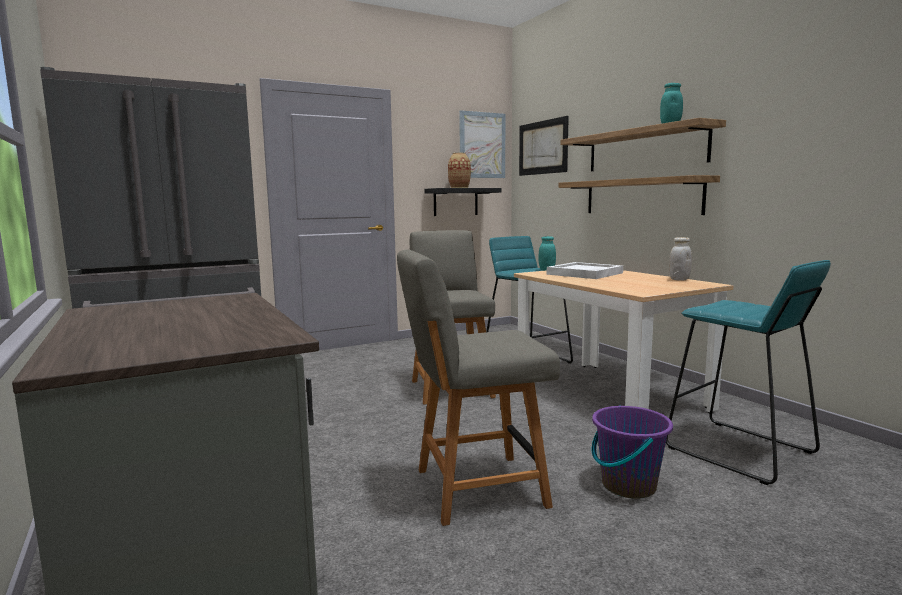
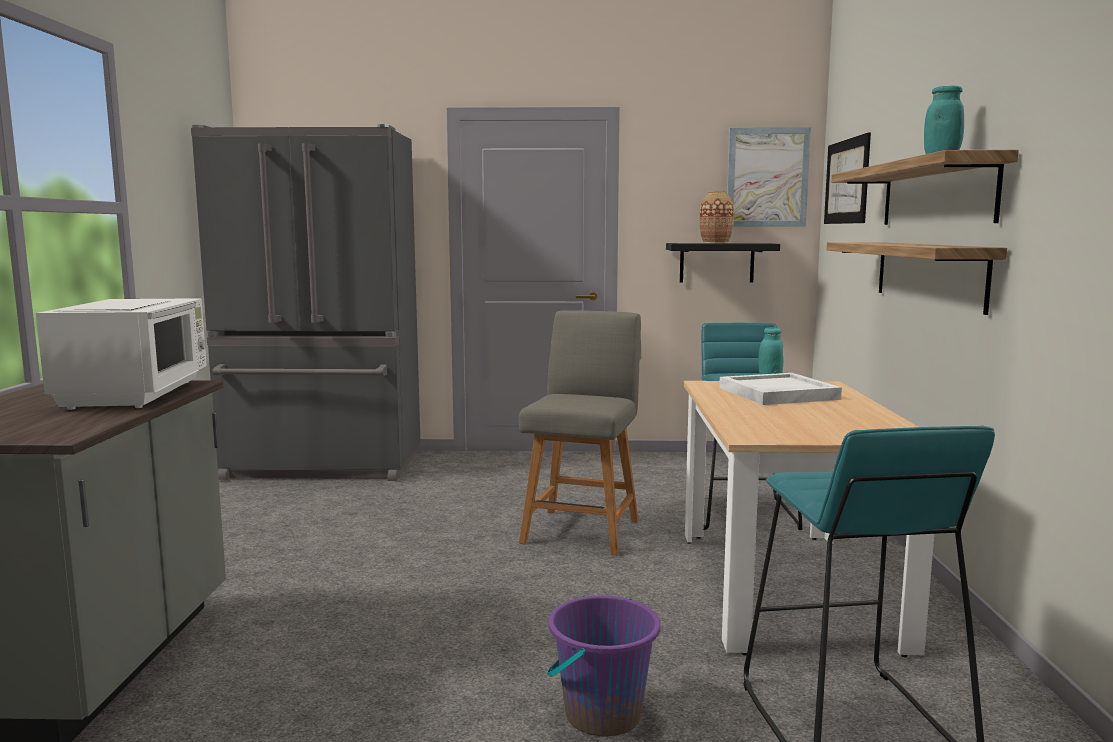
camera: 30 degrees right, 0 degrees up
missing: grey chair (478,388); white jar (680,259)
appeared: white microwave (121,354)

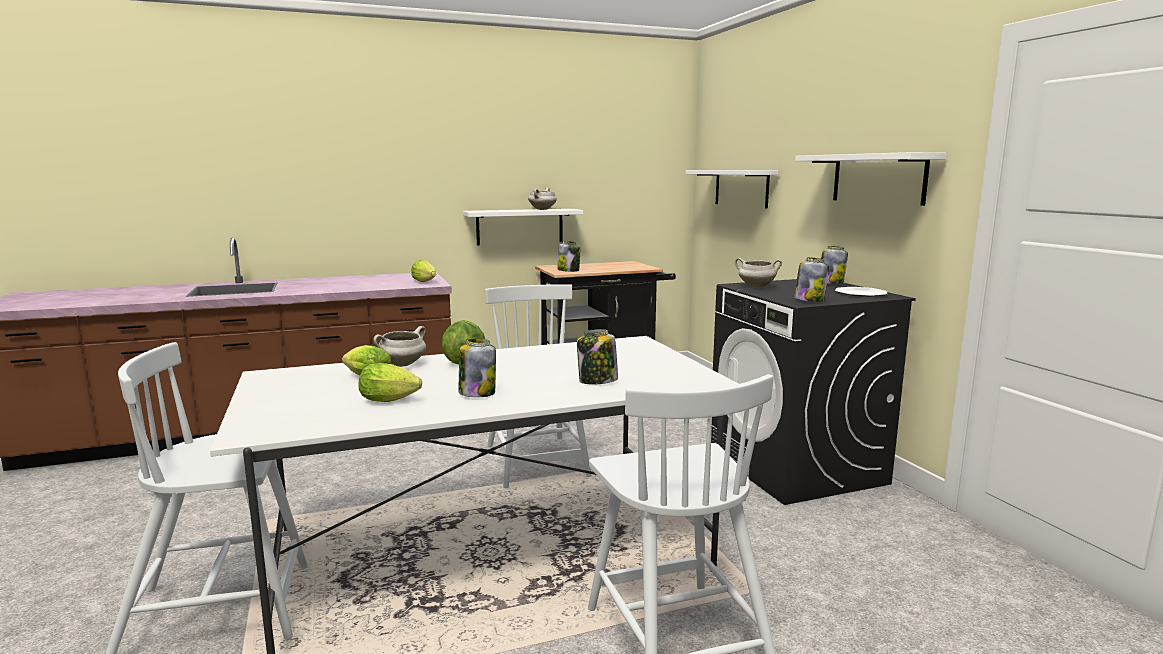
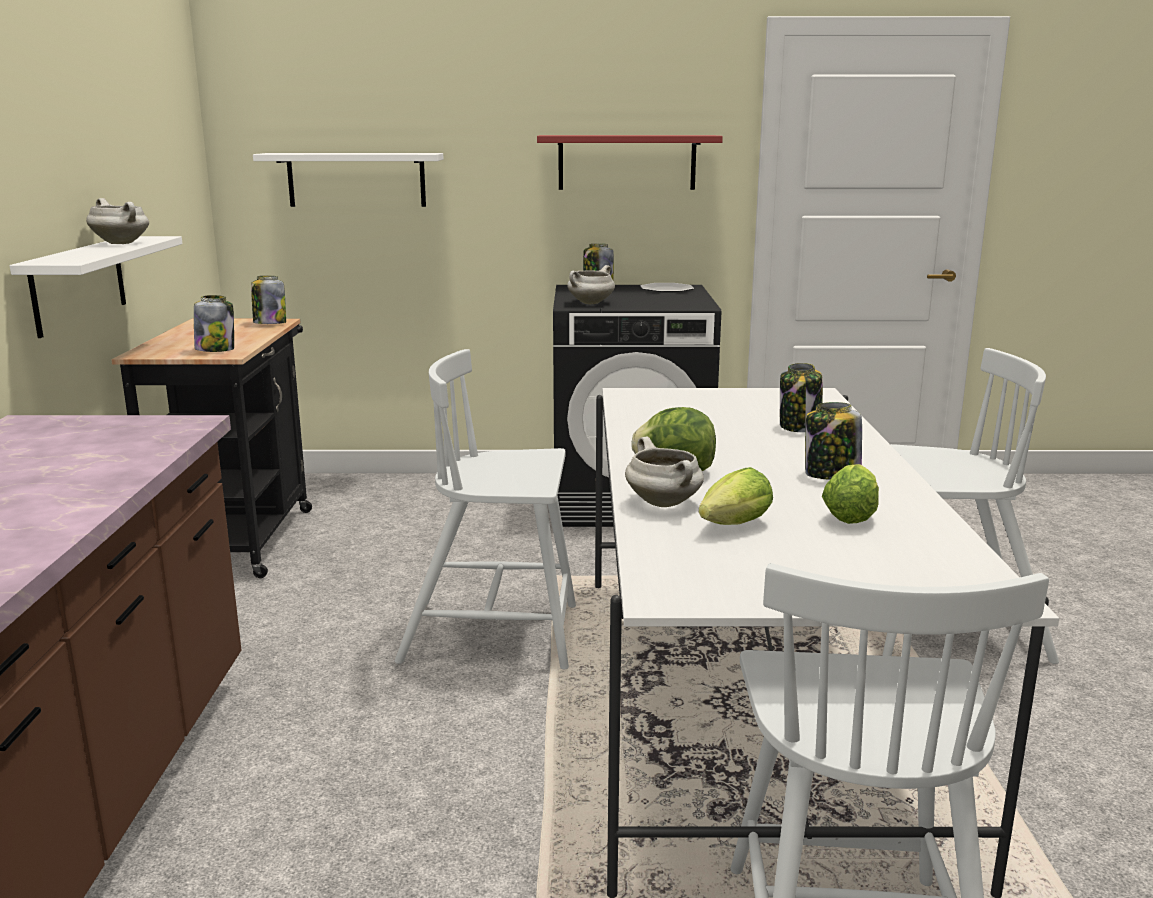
camera: 70 degrees left, 5 degrees up
missing: lettuce (423,271)
relocated: jar (811,279) to (268,300)
colour: white shelf (871,179) to red shelf (630,162)

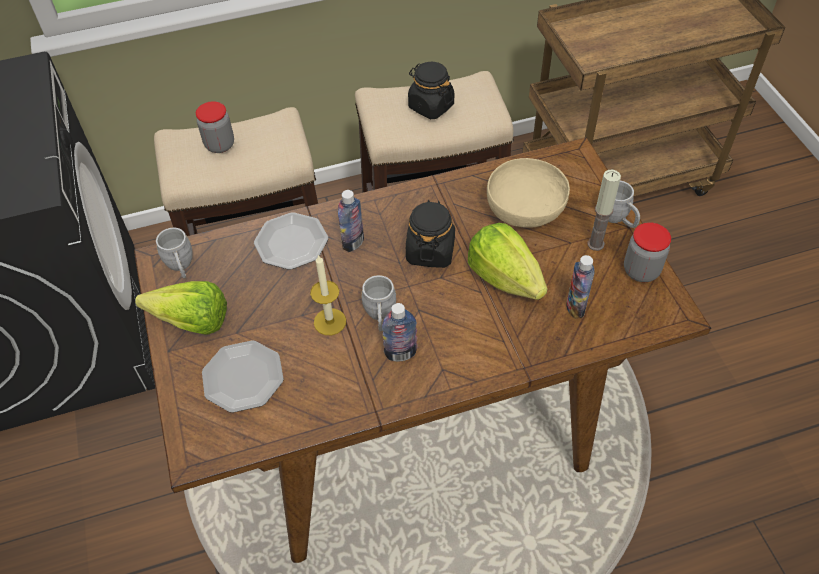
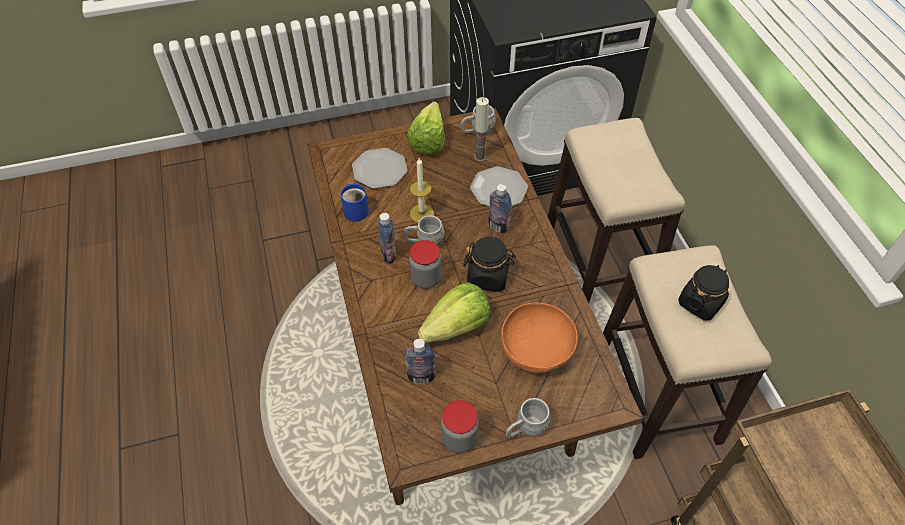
camera: 90 degrees right, 0 degrees up
appeared: blue mug (354,203)
relocated: jar (215,127) to (425,264); candle (604,210) to (481,129)
colour: beige bowl (528,193) to orange bowl (539,338)

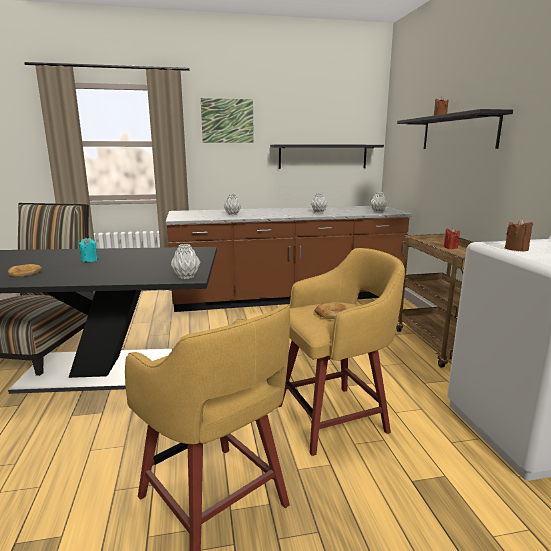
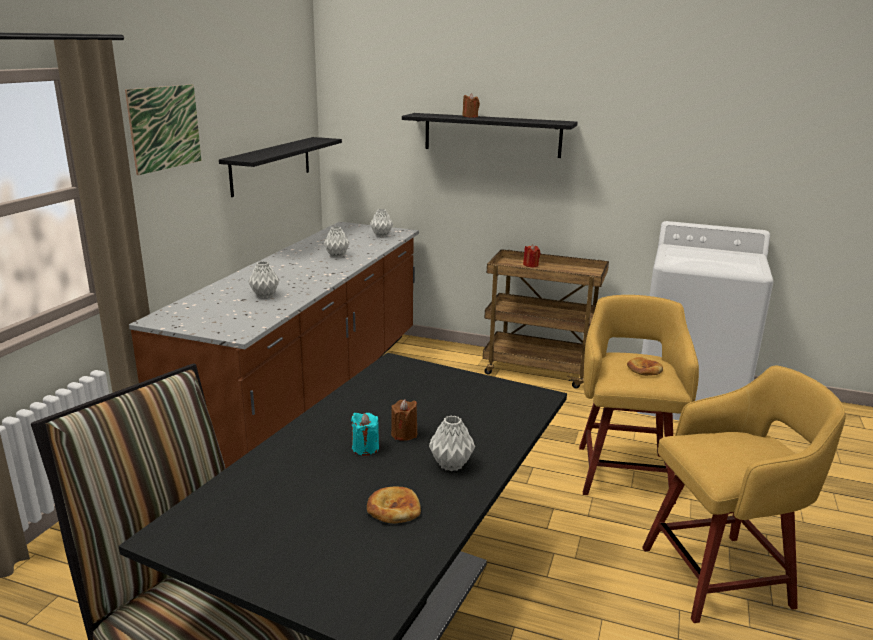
camera: 60 degrees left, 5 degrees up
relocated: grey vase (185,261) to (452,443); brown candle (518,235) to (404,420)

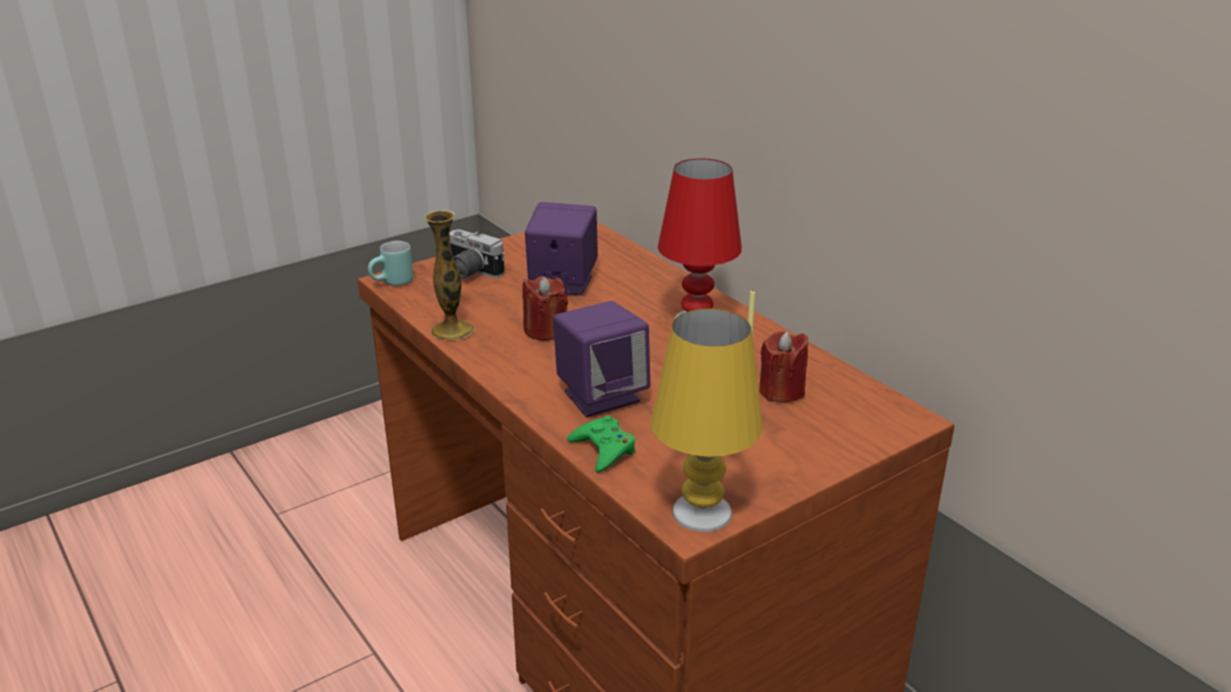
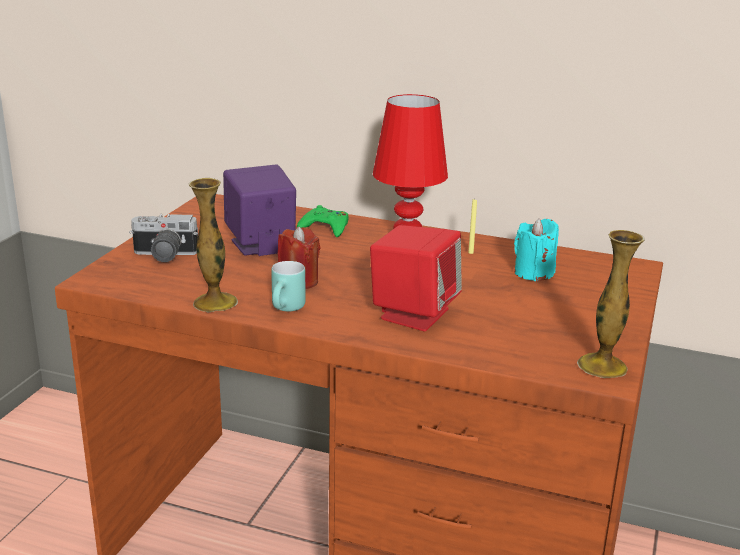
camera: 35 degrees left, 5 degrees down
relocated: turquoise mug (390,263) to (288,286); green game controller (601,444) to (323,221)
exchanged: yellow table lamp (707,420) to vase (611,304)
colour: purple speaker (601,359) to red speaker (416,278); red candle (783,366) to turquoise candle (536,249)

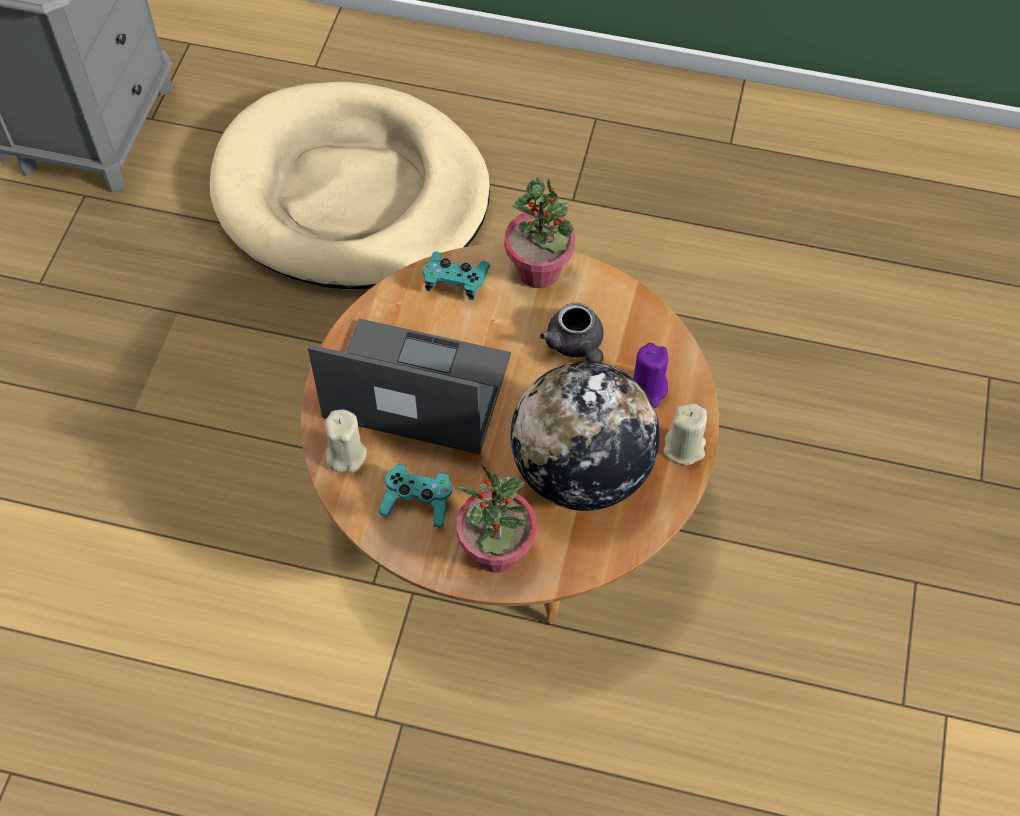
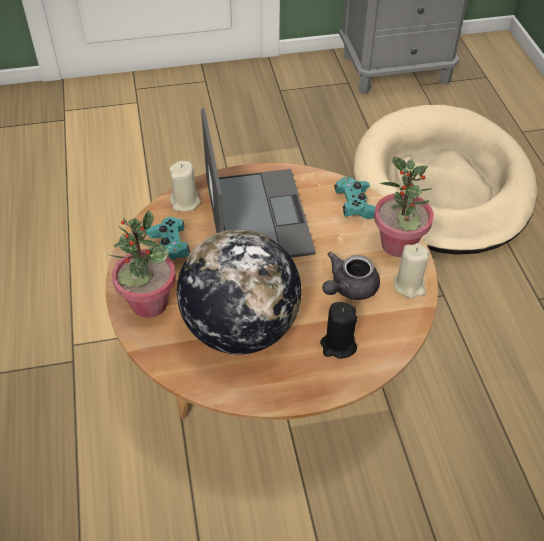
camera: 65 degrees right, 10 degrees down
relocated: beige candle (685,434) to (411,270)
colour: purple candle (650,375) to black candle (338,330)

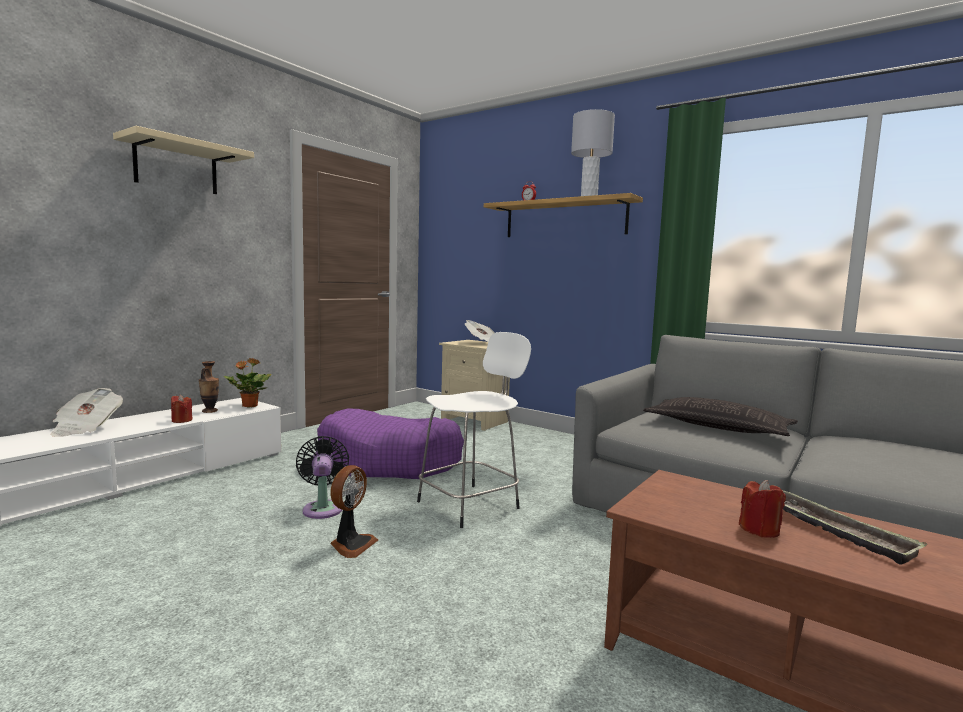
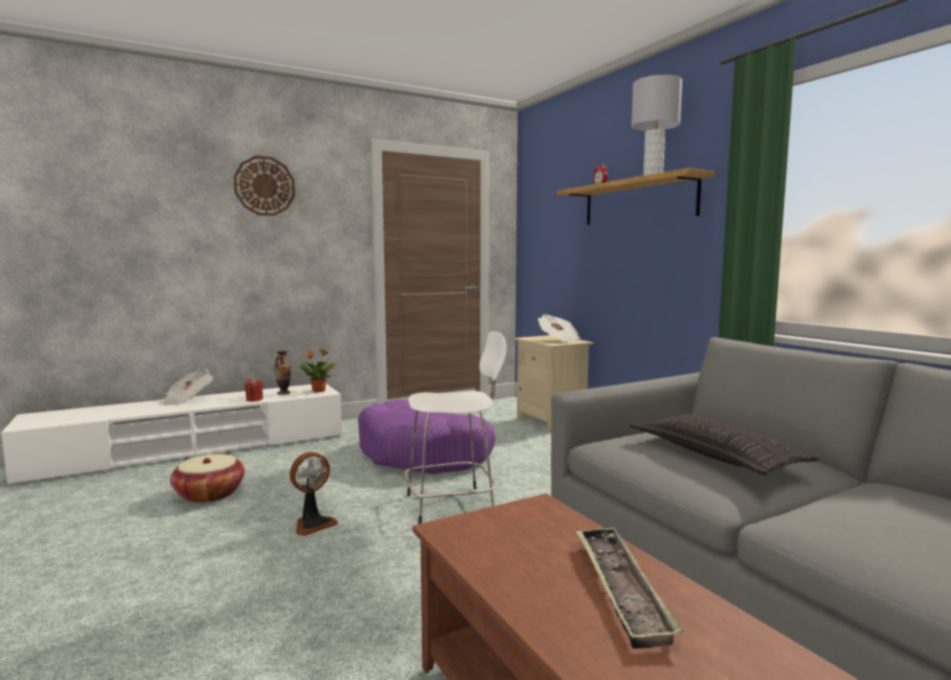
camera: 25 degrees right, 0 degrees up
missing: black fan (322,477); red candle (762,509)
appeared: basket (207,478)
exchanged: beige shelf (183,160) to wall clock (264,186)

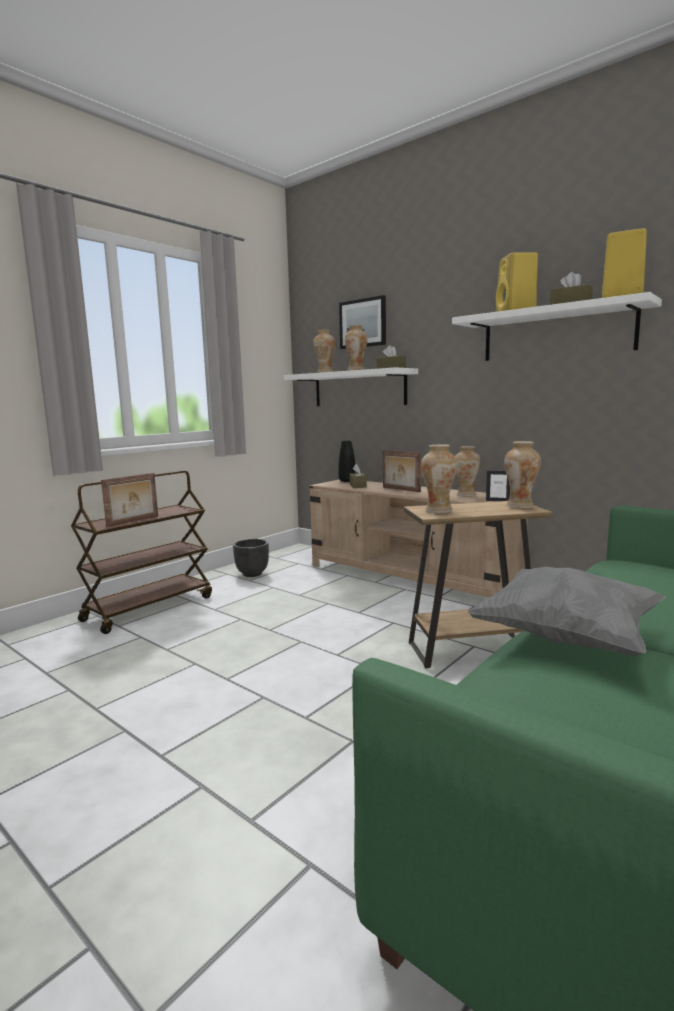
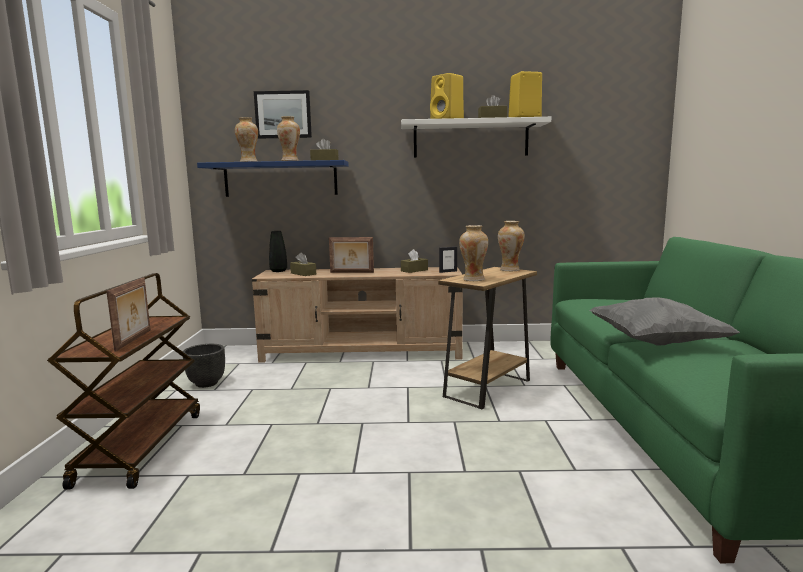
camera: 40 degrees left, 0 degrees up
exchanged: vase (468,471) to brown tissue box (414,261)
colour: white shelf (351,386) to blue shelf (273,178)

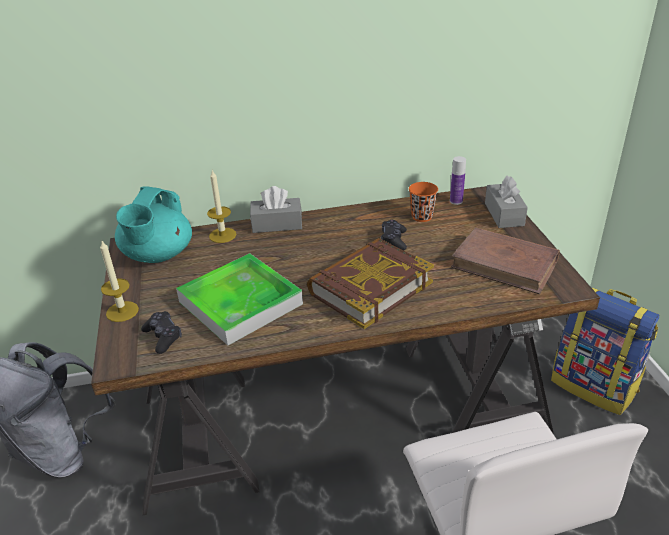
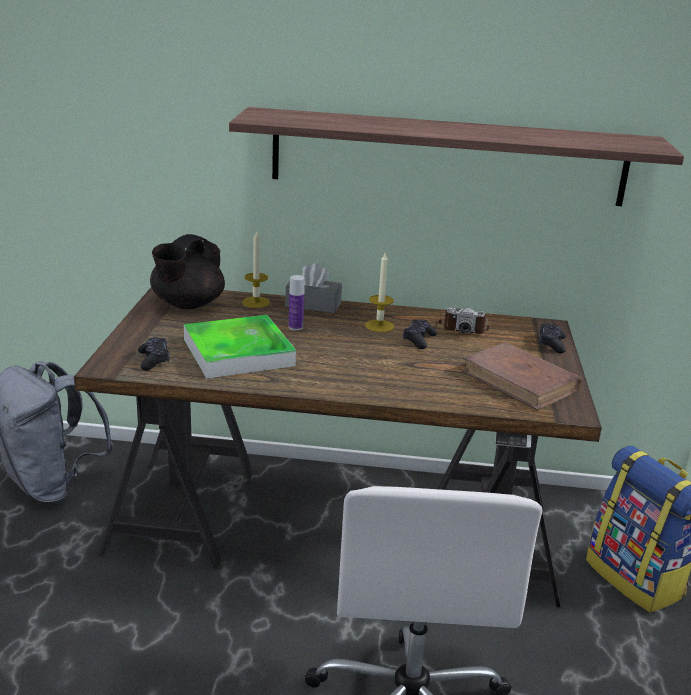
camera: 15 degrees right, 10 degrees down
missing: book (370,283)
appeared: shelf (456,156)
relocated: candle (119,281) to (379,292); bottle (458,180) to (297,302)
exchanged: orange cup (423,202) to photo camera (463,320); grey tissue box (506,202) to black game controller (552,338)
colour: turquoise teapot (153,224) to black teapot (187,271)

